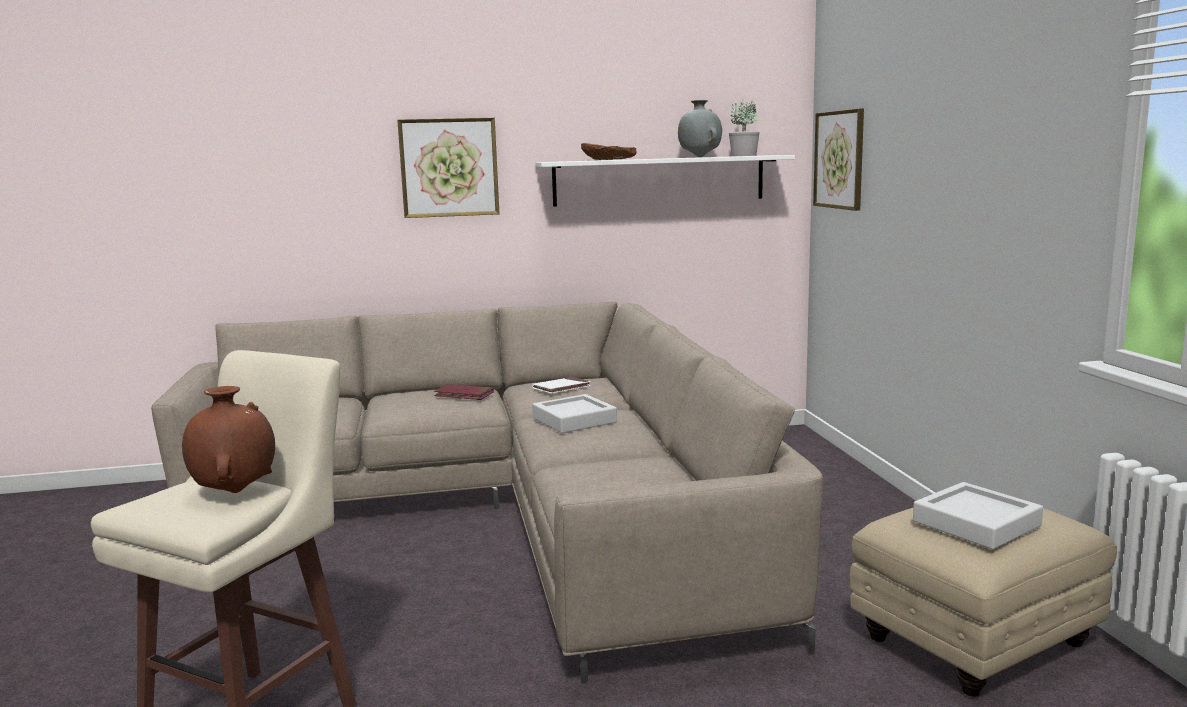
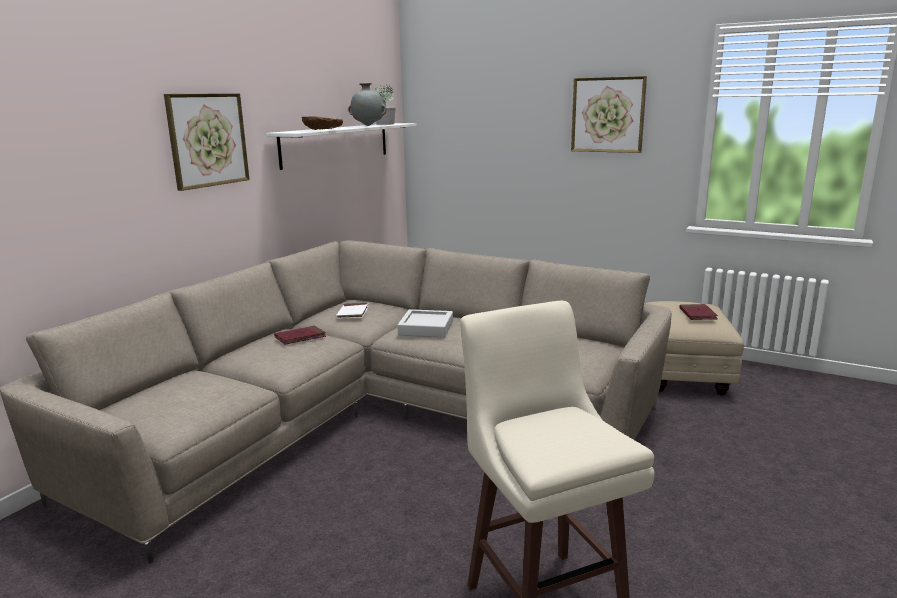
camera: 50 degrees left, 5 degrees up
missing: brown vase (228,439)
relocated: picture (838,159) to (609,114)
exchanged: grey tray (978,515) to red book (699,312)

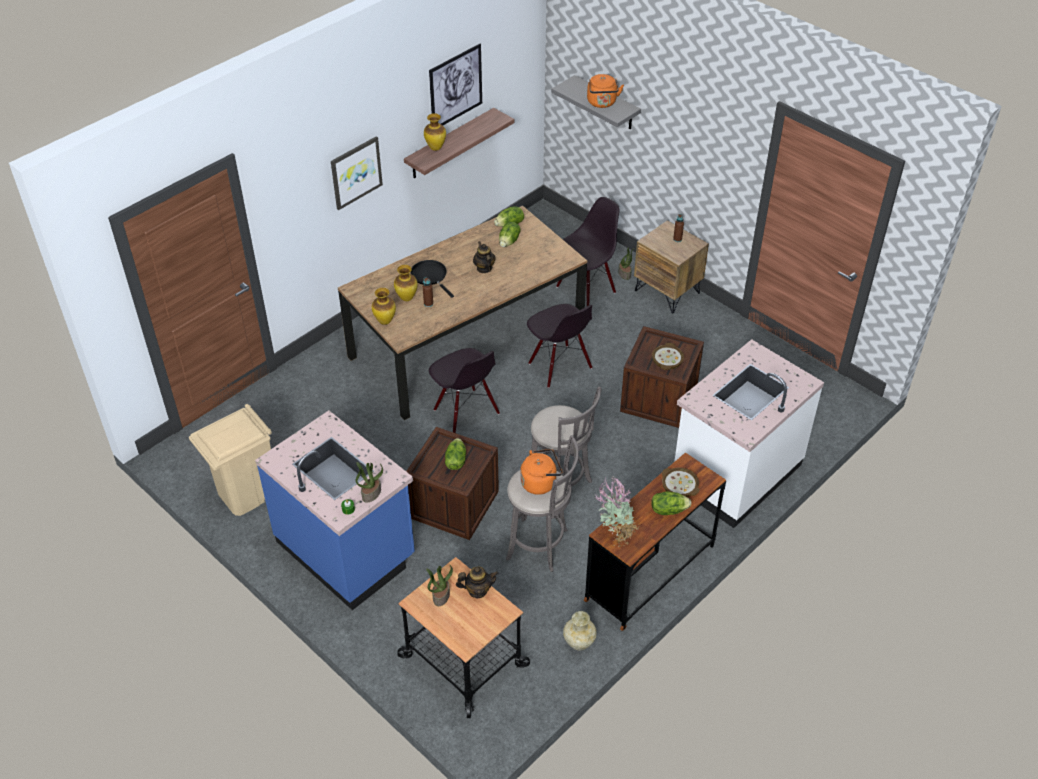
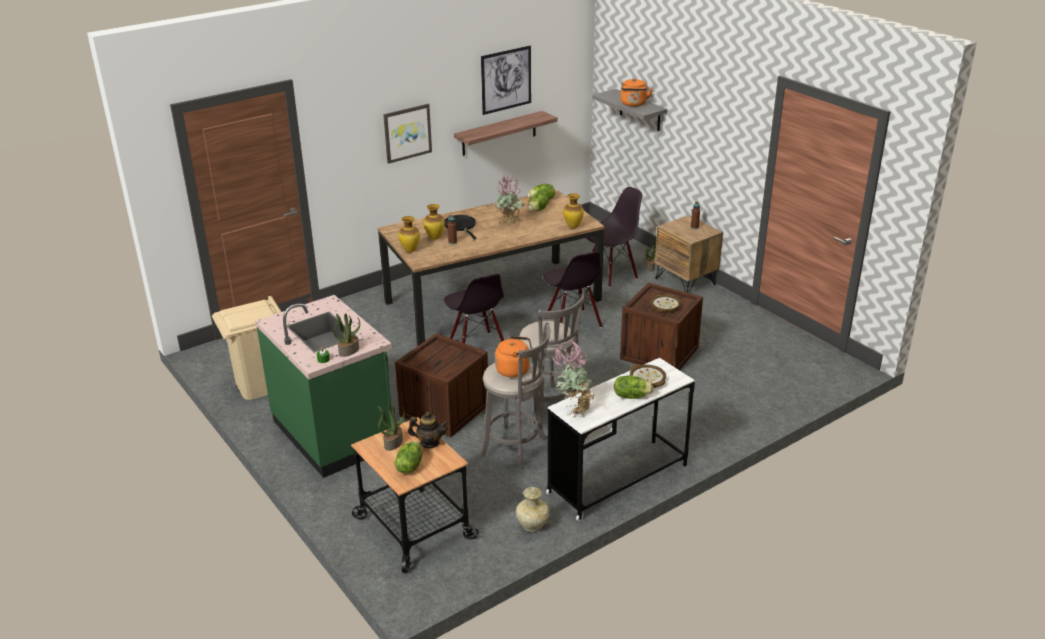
camera: 10 degrees right, 15 degrees down
missing: white counter (749,433)
relocated: vase (435,132) to (573,210); lettuce (455,454) to (408,457)
exchanged: teapot (484,257) to potted plant (510,199)
colour: blue counter (335,510) to green counter (323,386); brown desk (655,541) to white desk (620,439)

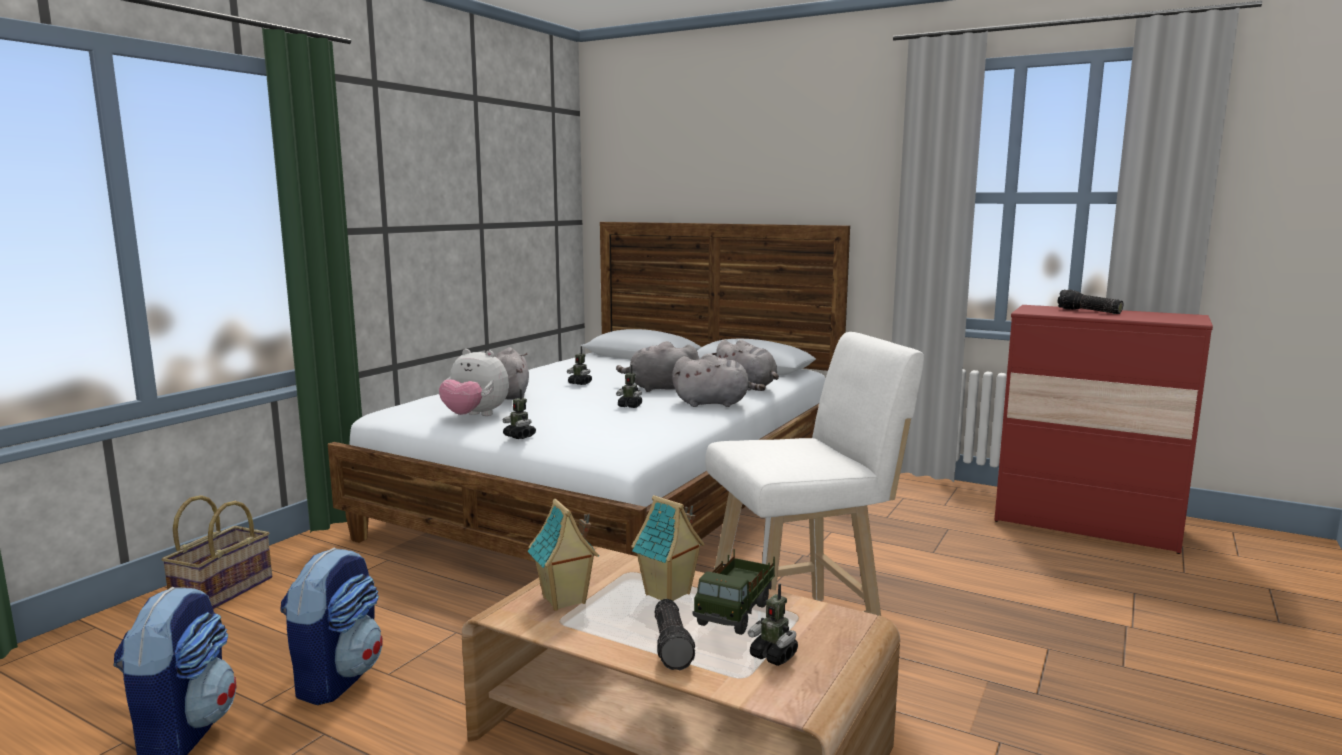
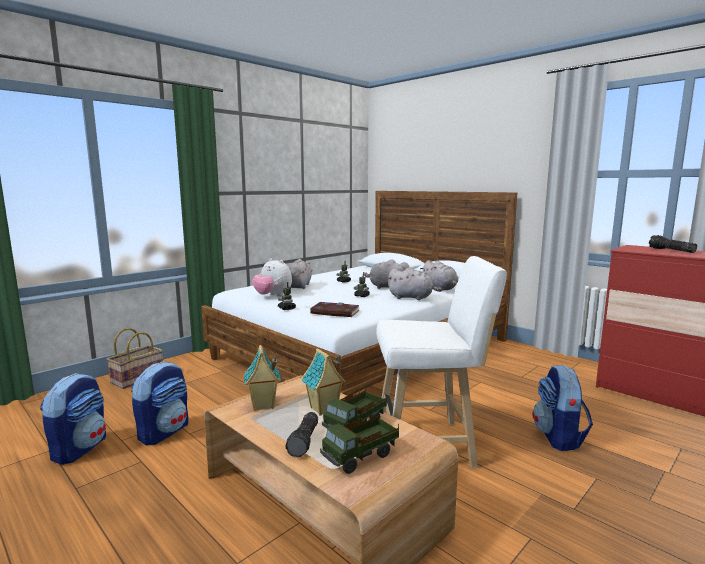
camera: 15 degrees right, 0 degrees up
appeared: book (335,309); backpack (562,408)
exchanged: toy robot (773,625) to toy truck (359,442)

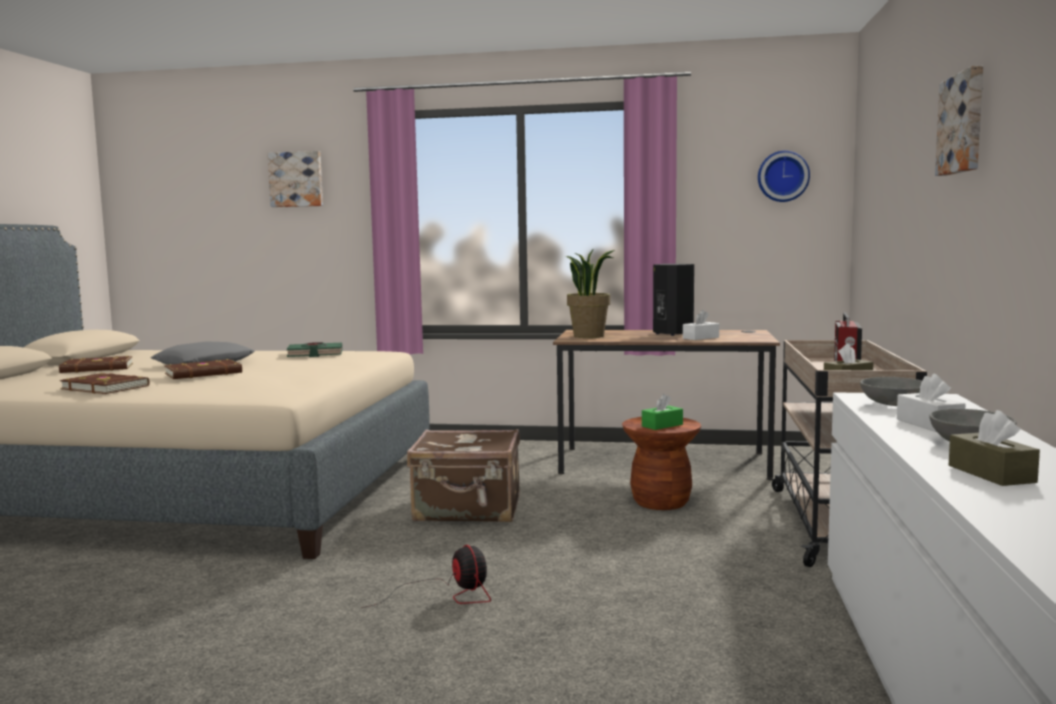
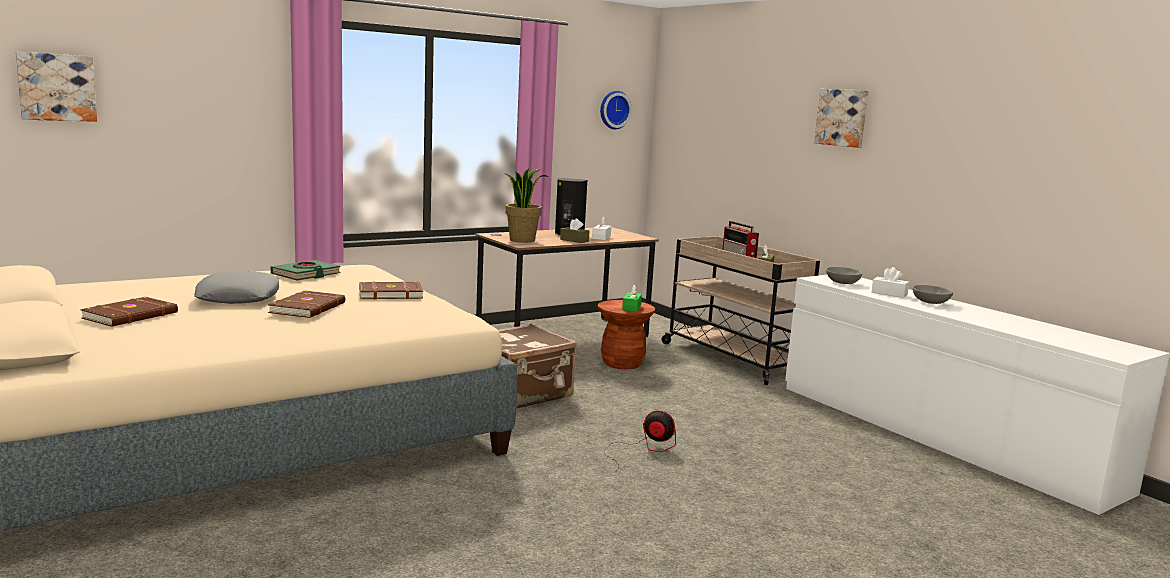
camera: 45 degrees left, 5 degrees up
relocated: brown book (105,383) to (391,290); picture (295,179) to (56,87); brown tissue box (994,448) to (575,230)

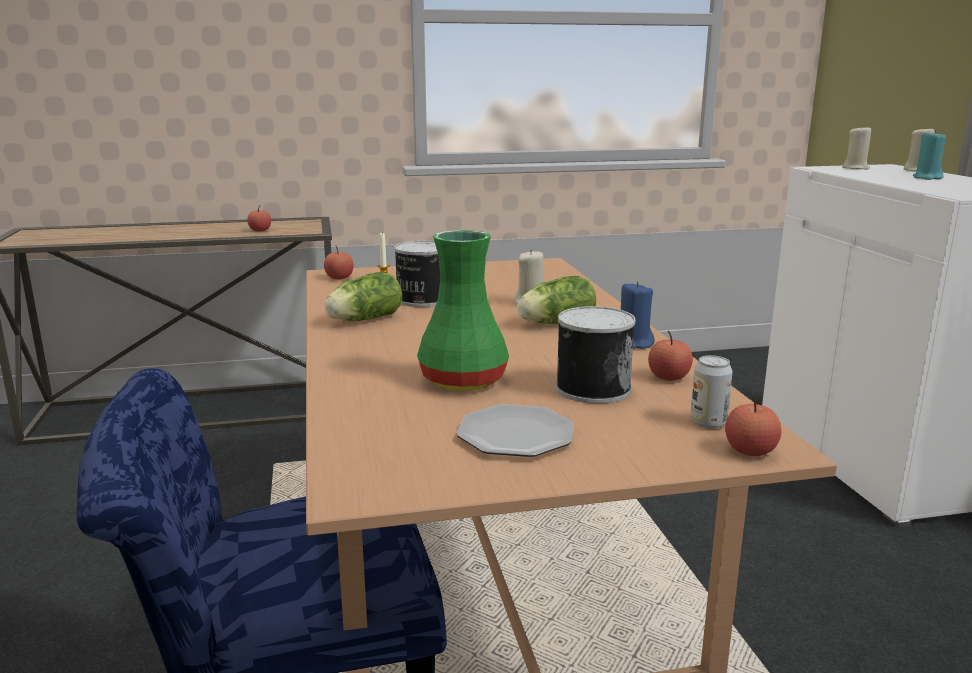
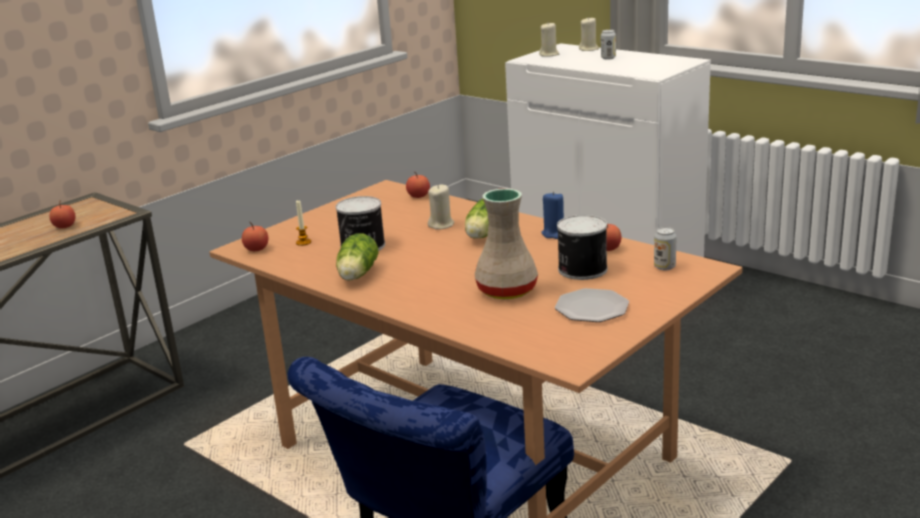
camera: 35 degrees left, 5 degrees up
relocated: apple (753,426) to (418,185)
exchanged: turquoise candle (929,155) to can (608,44)
colour: green vase (463,310) to beige vase (506,243)

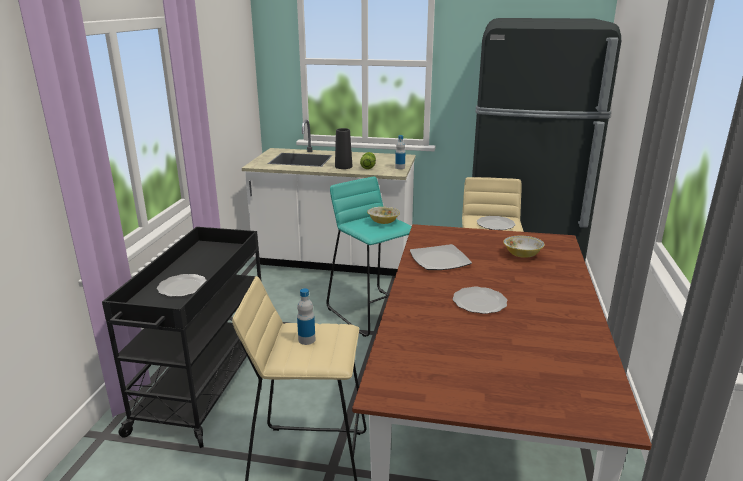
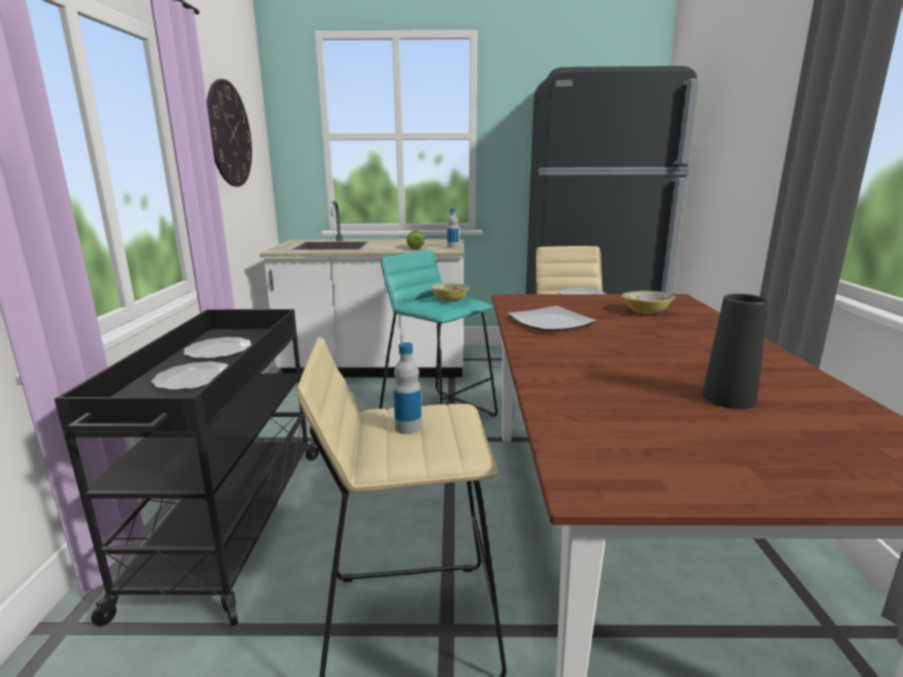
camera: 10 degrees left, 5 degrees down
appeared: wall clock (229,133)
relocated: black vase (344,148) to (735,351); plate (480,300) to (218,348)

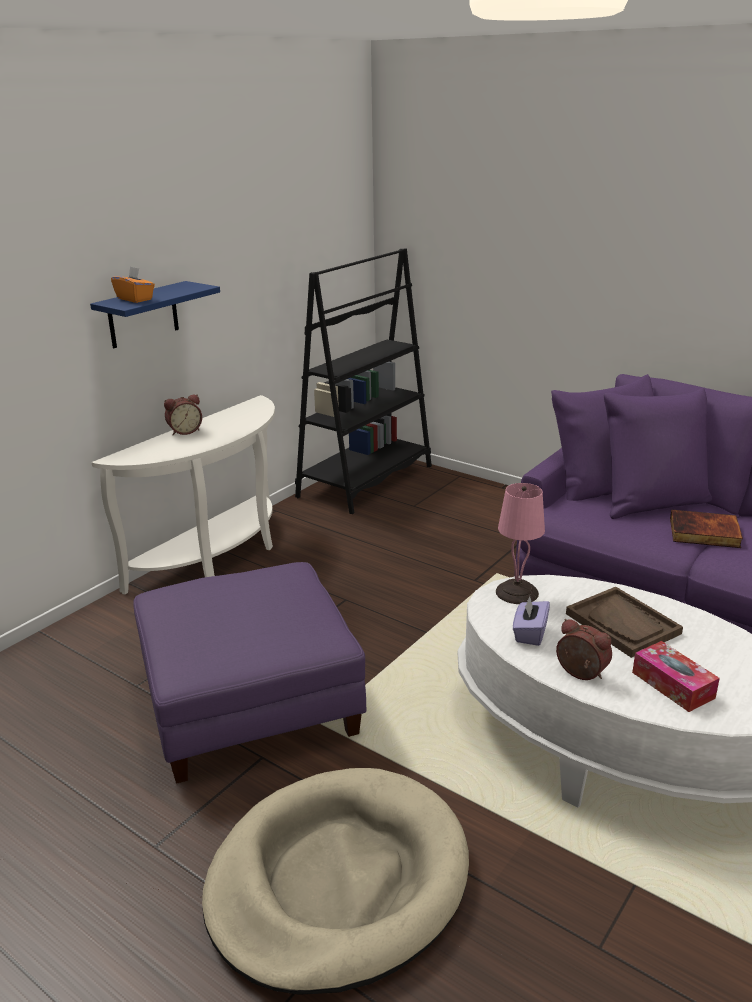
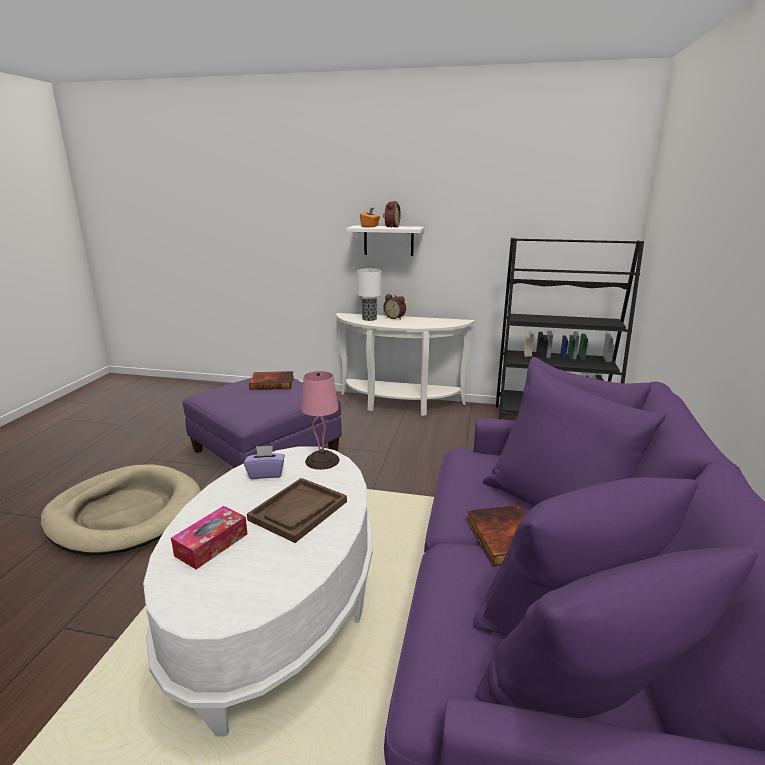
camera: 65 degrees right, 5 degrees down
appeared: book (271,380); table lamp (369,294)
relocated: alarm clock (584,649) to (392,214)
colour: blue shelf (155,314) to white shelf (385,240)

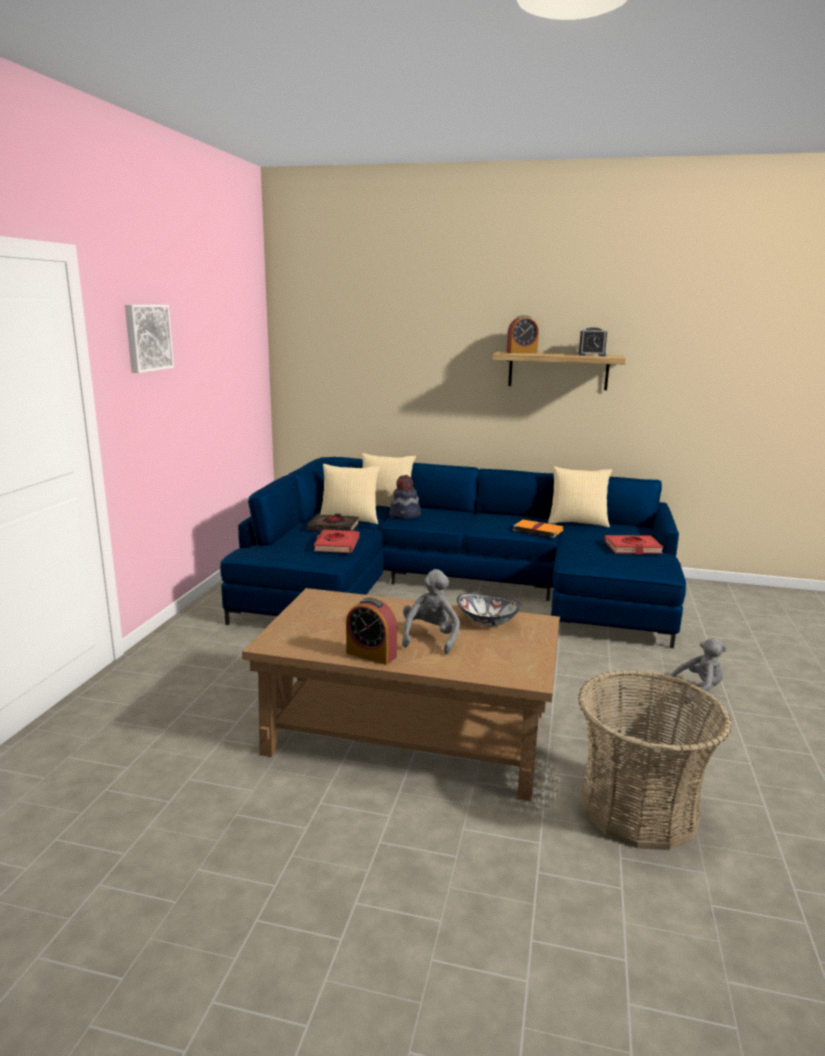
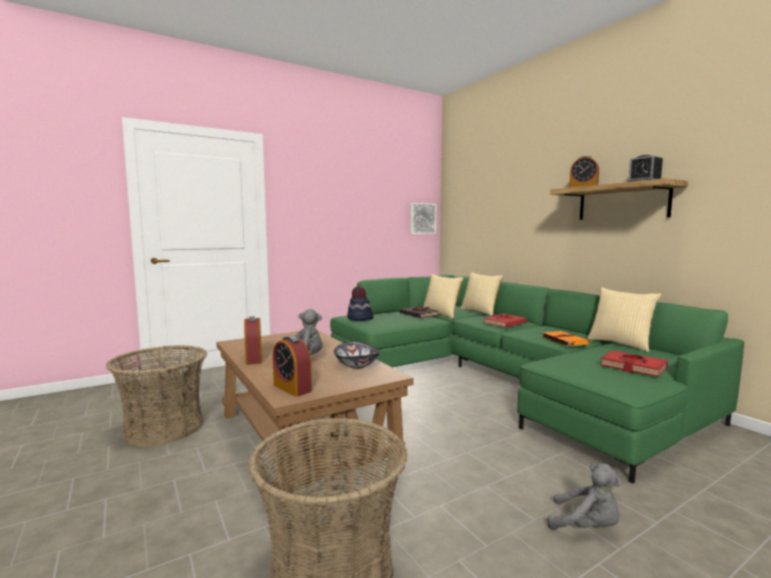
camera: 45 degrees right, 10 degrees down
appeared: basket (156,396); alarm clock (292,366)
relocated: picture (149,339) to (423,218); red book (336,541) to (505,320); hat (405,497) to (360,304)
colour: blue sofa (453,552) to green sofa (537,379)

